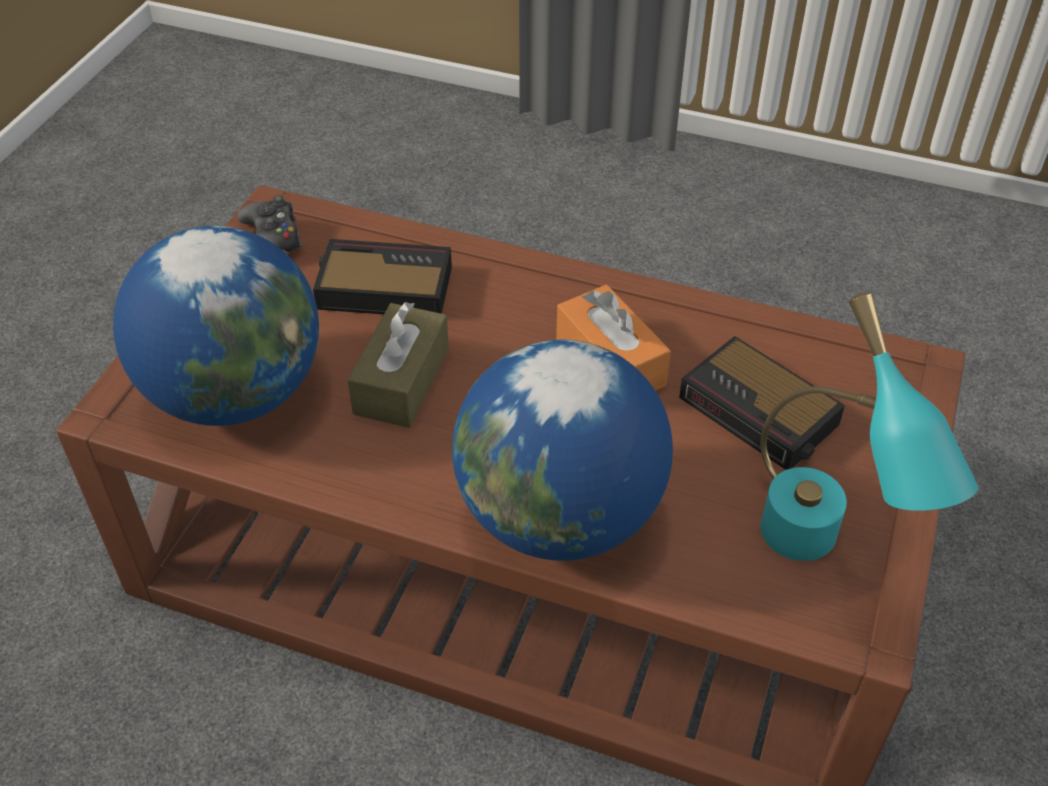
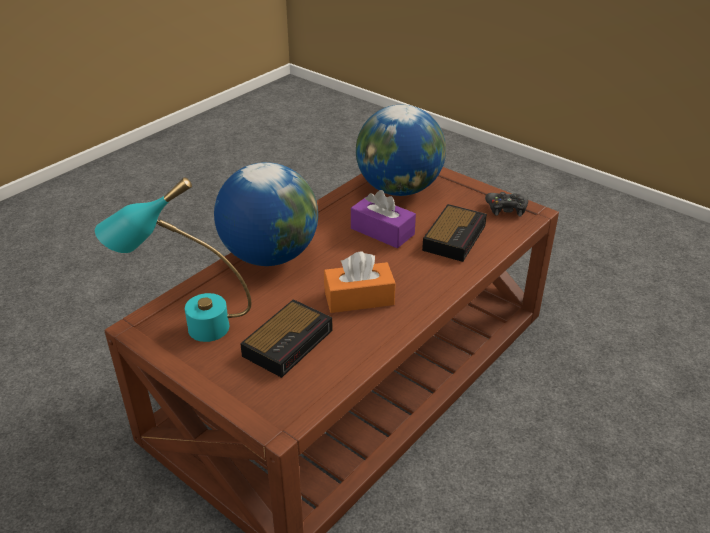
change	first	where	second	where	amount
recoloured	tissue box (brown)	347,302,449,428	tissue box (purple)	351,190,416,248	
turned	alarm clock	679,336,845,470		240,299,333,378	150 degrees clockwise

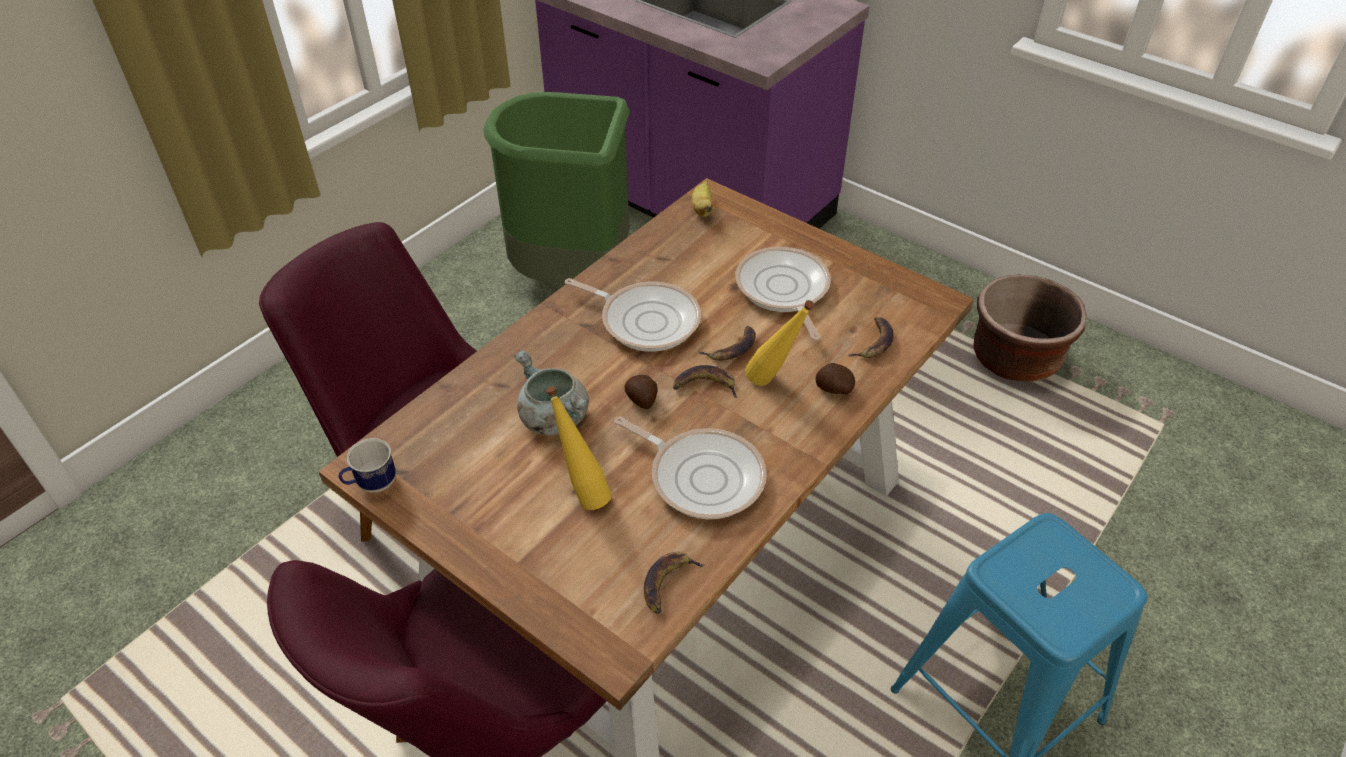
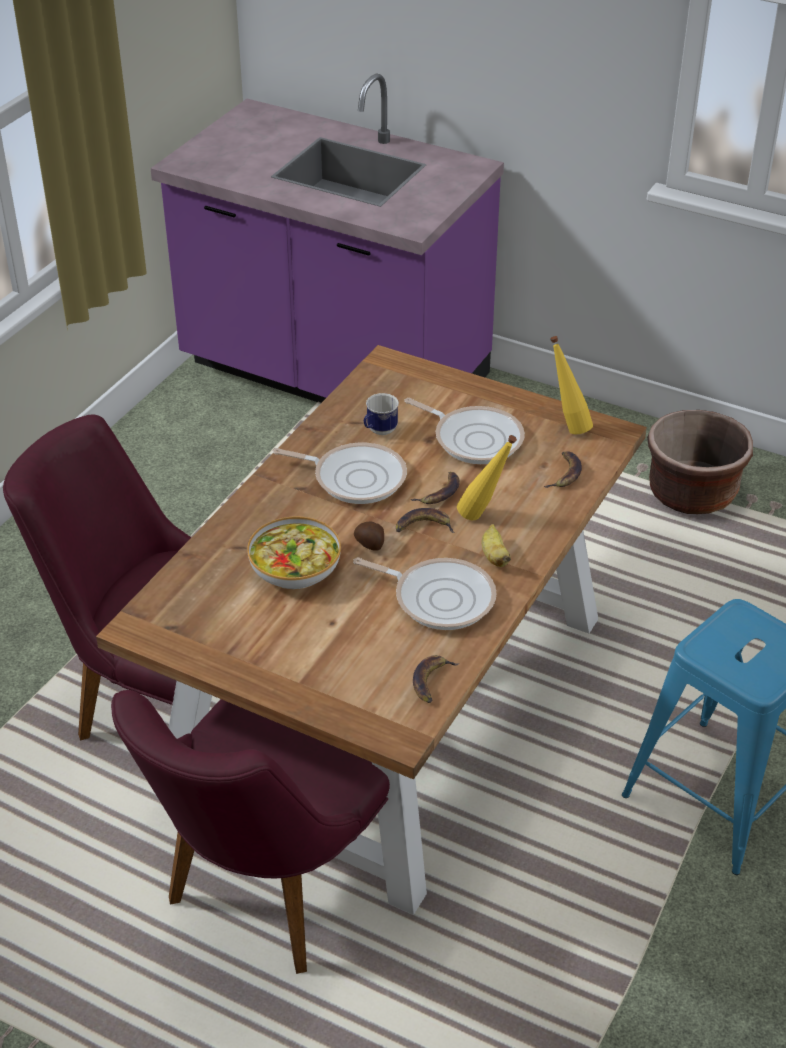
change	first	where	second	where	amount
moved	mug	339,438,396,493		364,393,399,435	
removed	trash can (green)	483,92,630,284			
replaced	cooking pot (grey)	514,350,589,435	bowl	247,516,341,590	
moved	bottle (yellow)	546,386,612,510		550,336,593,435	
moved	banana	692,181,713,217		482,524,511,567	
turned	frying pan	735,247,831,341		405,398,525,464	150 degrees clockwise
removed	potato	816,363,855,395			

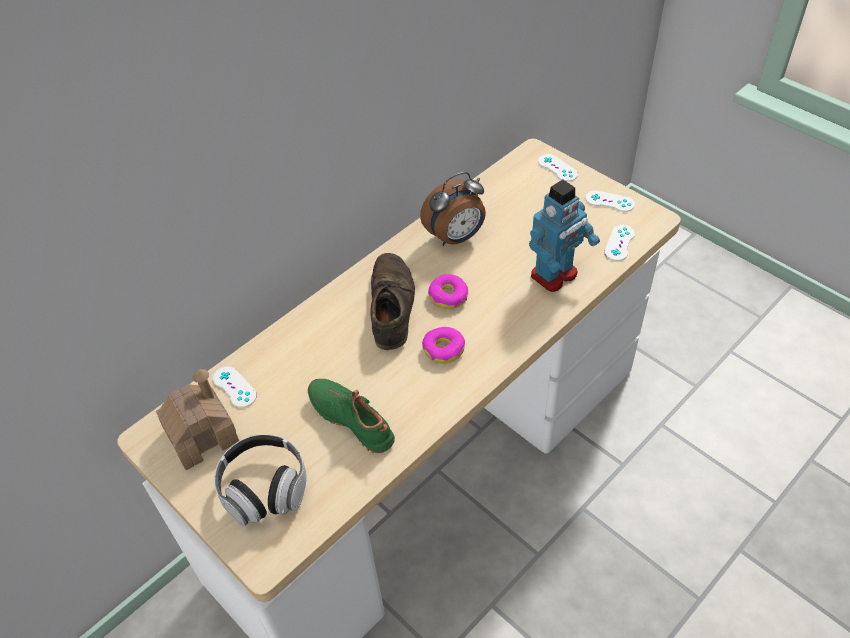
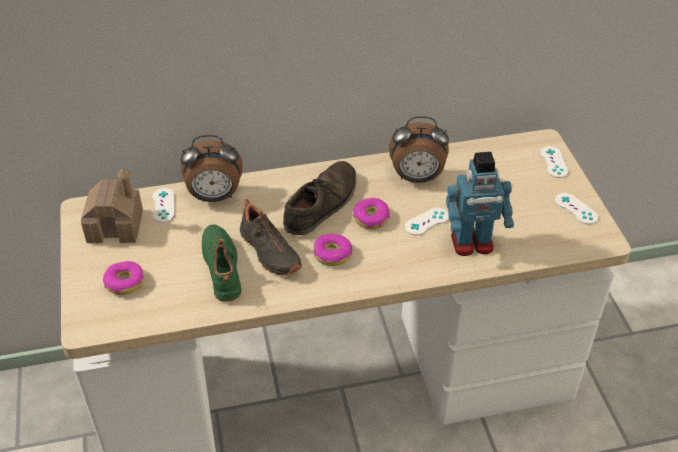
change	first	where	second	where	amount
replaced	headphones	214,434,306,526	donut	103,261,144,295	
moved	game controller (white)	604,225,635,261		405,208,449,235	
added			alarm clock	180,135,243,202	
added			shoe (black)	240,199,302,275	

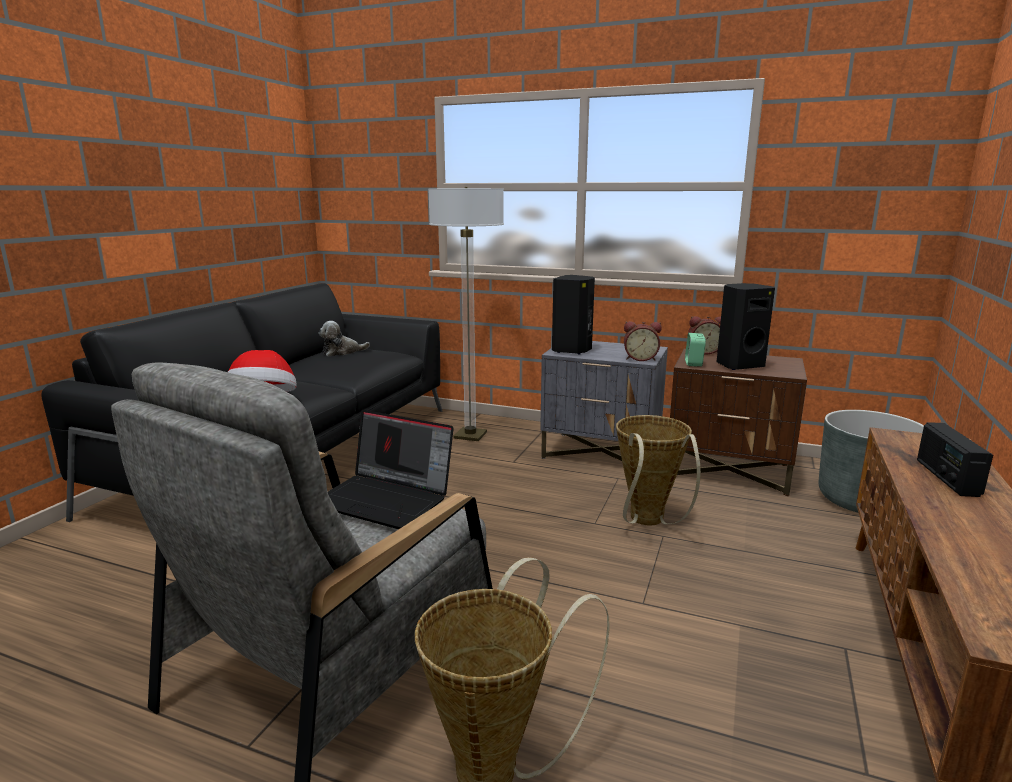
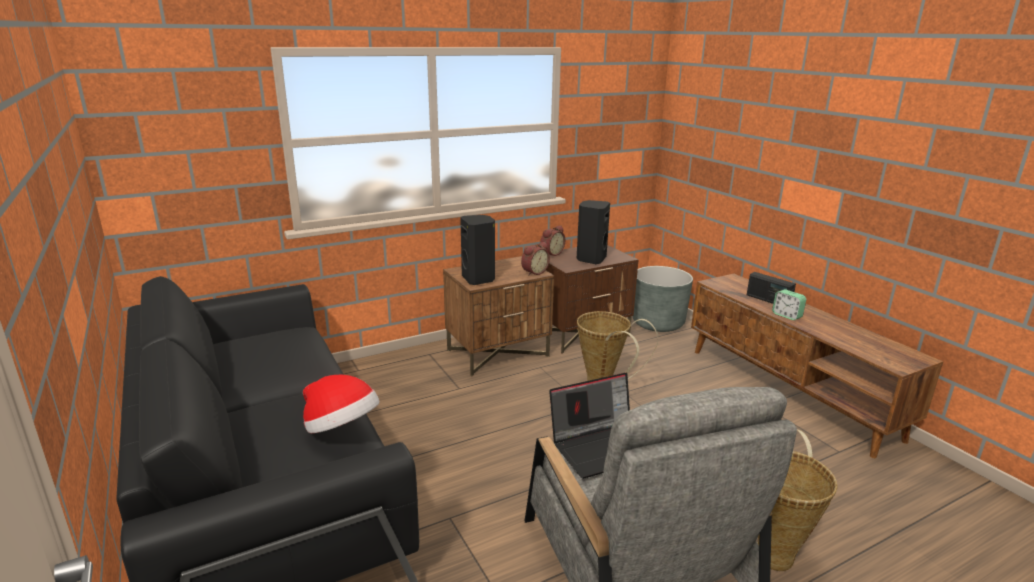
change	first	where	second	where	amount
removed	plush toy	318,321,370,356			
removed	floor lamp	428,187,504,441			
recoloured	nightstand (grey)	540,341,668,461	nightstand (brown)	443,256,554,376	
moved	alarm clock	685,333,706,367		772,289,806,320	

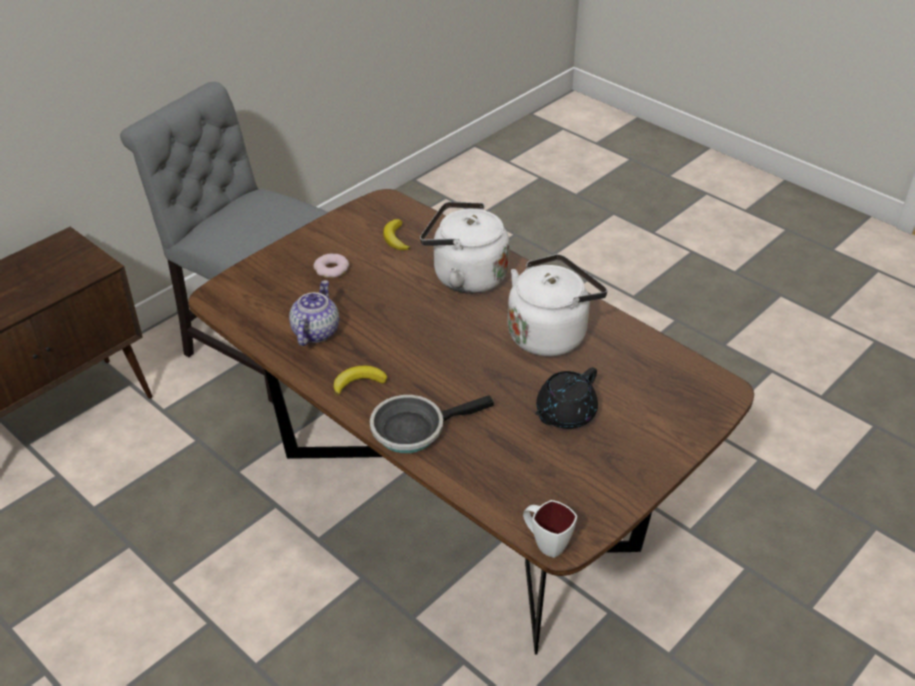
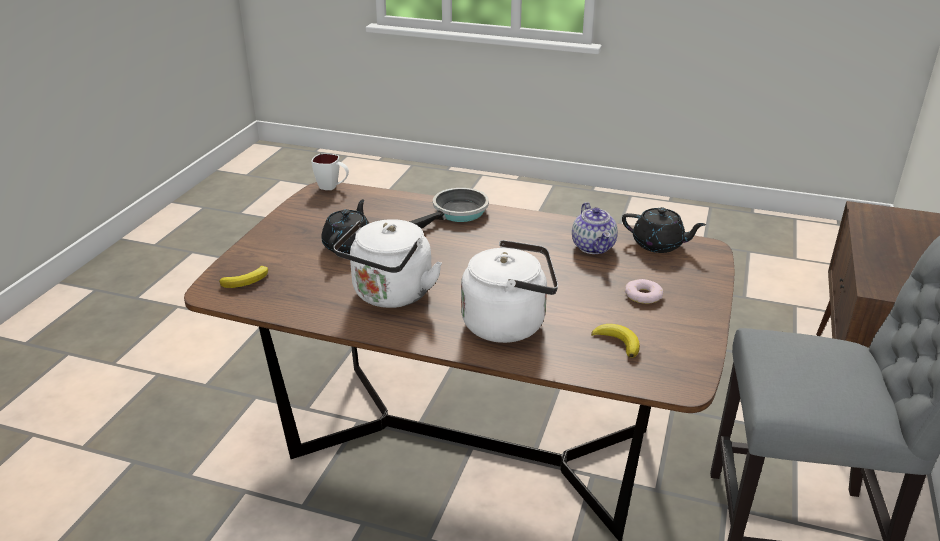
change	first	where	second	where	amount
moved	banana	334,366,388,396		219,266,268,288	
added			teapot (black)	622,207,707,253	

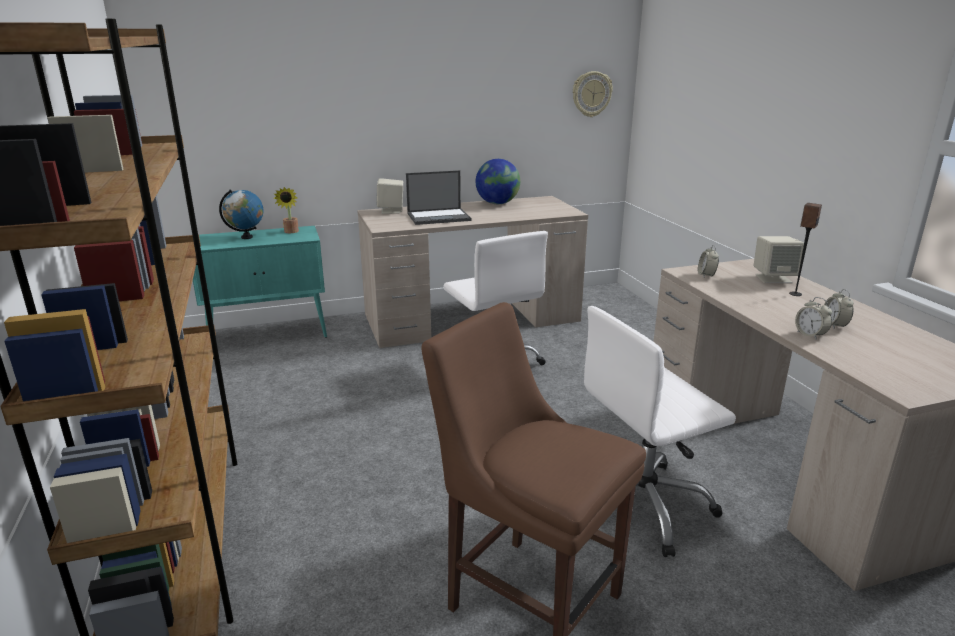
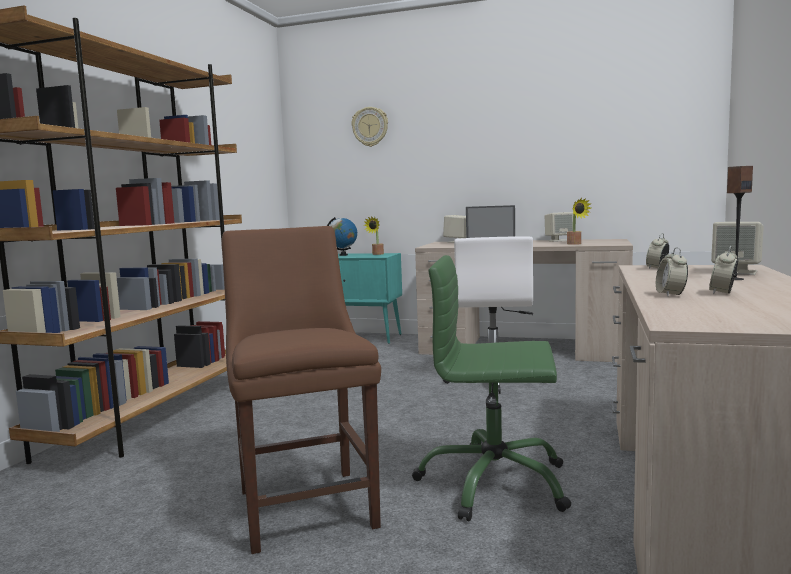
change	first	where	second	where	amount
replaced	globe	476,159,520,204	speaker (beige)	545,212,573,242	
moved	wall clock	573,71,613,117		351,107,388,147	
recoloured	office chair (white)	584,306,736,557	office chair (green)	412,255,571,521	
added			potted plant	567,198,591,245	

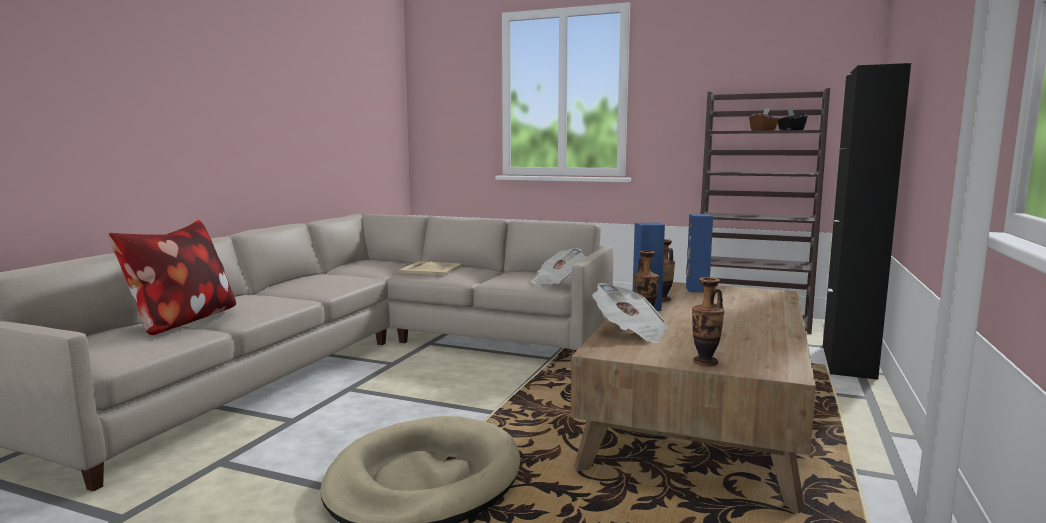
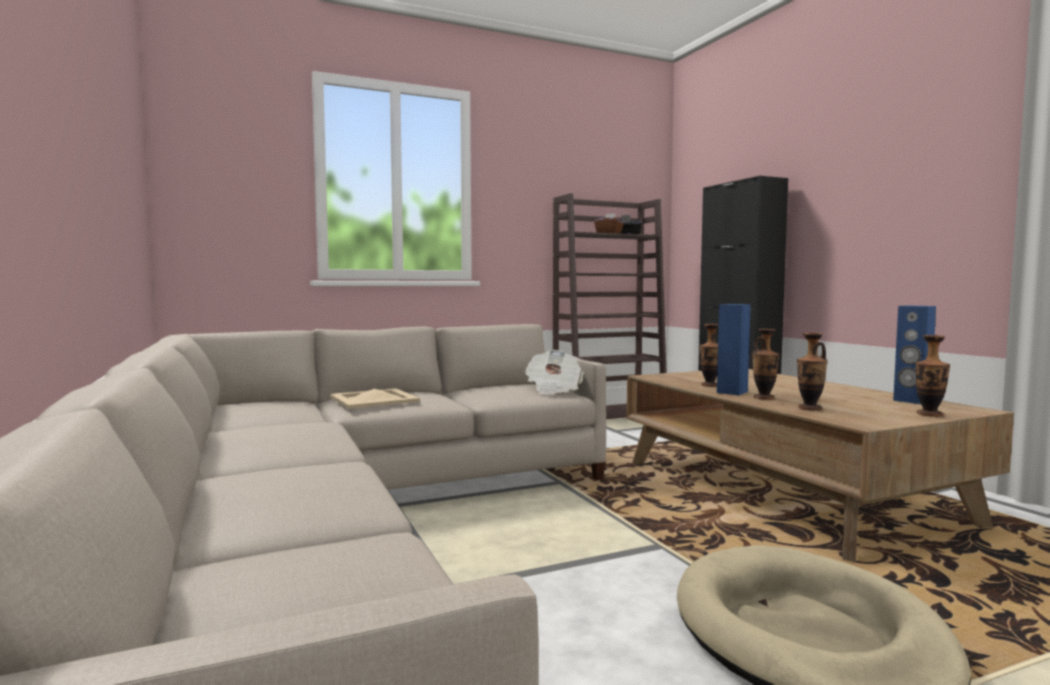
change	first	where	second	where	amount
removed	pillow	109,220,236,335			
replaced	newspaper	593,283,670,343	vase	797,333,827,411	
moved	speaker (blue)	686,214,713,293		893,305,936,404	

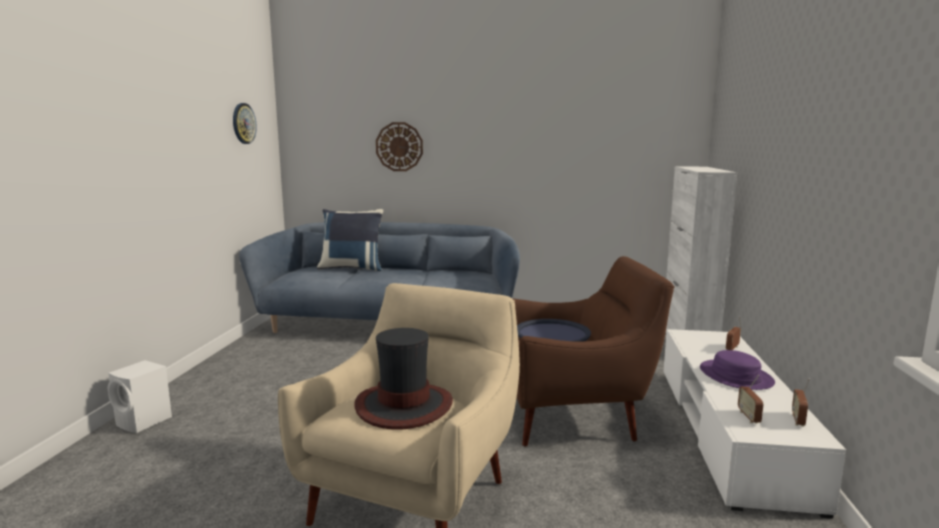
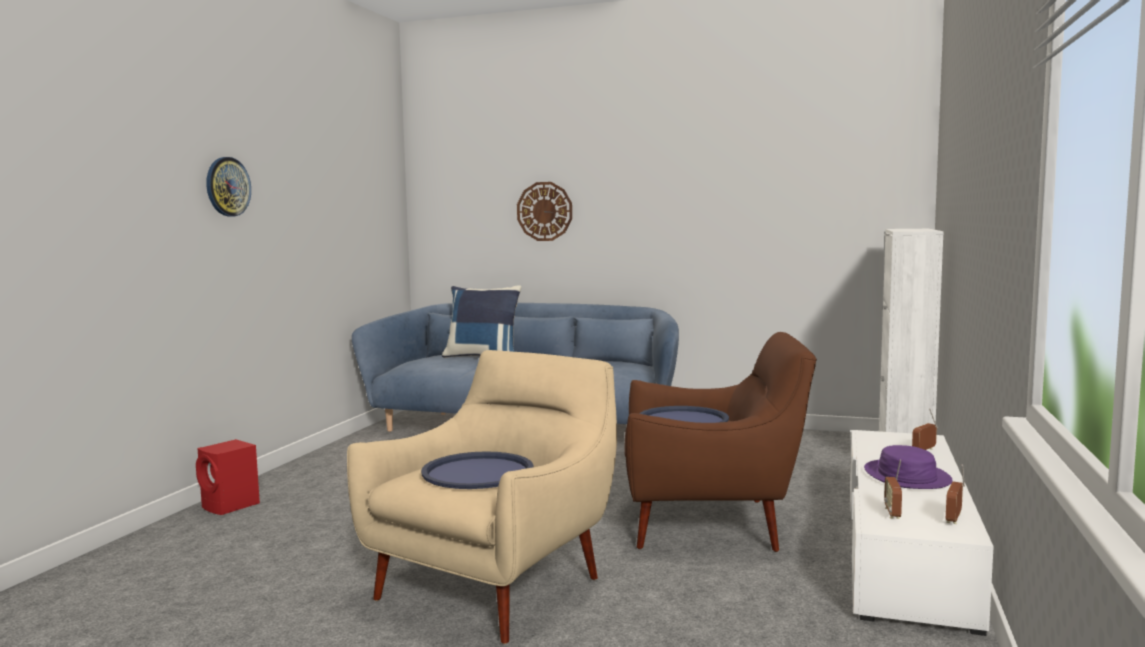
change	first	where	second	where	amount
recoloured	speaker (white)	108,360,172,433	speaker (red)	196,439,260,515	
moved	wall clock	233,103,257,144		206,157,251,216	
replaced	hat	354,328,453,429	tray (blue)	421,451,534,489	

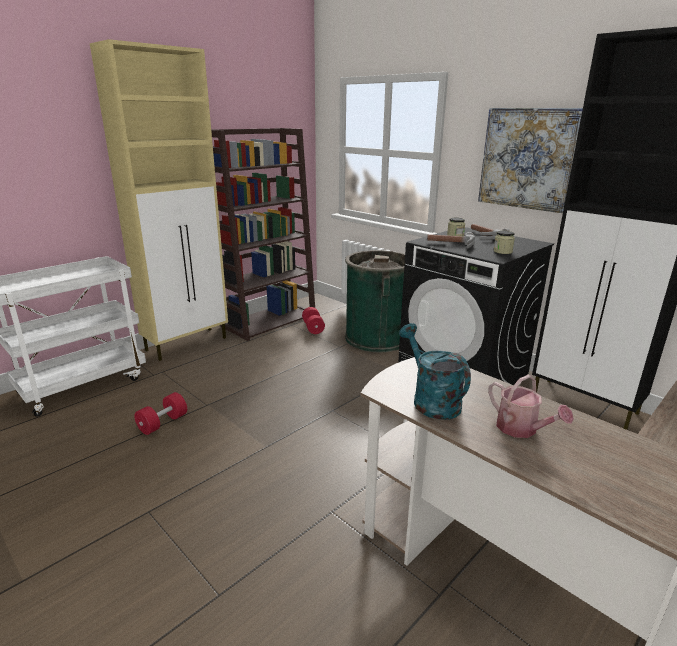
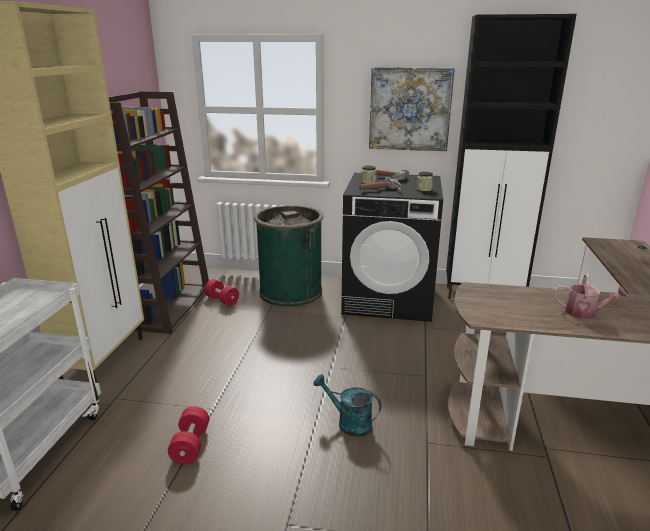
change	first	where	second	where	amount
moved	watering can (turquoise)	399,323,471,420		313,374,382,437	

